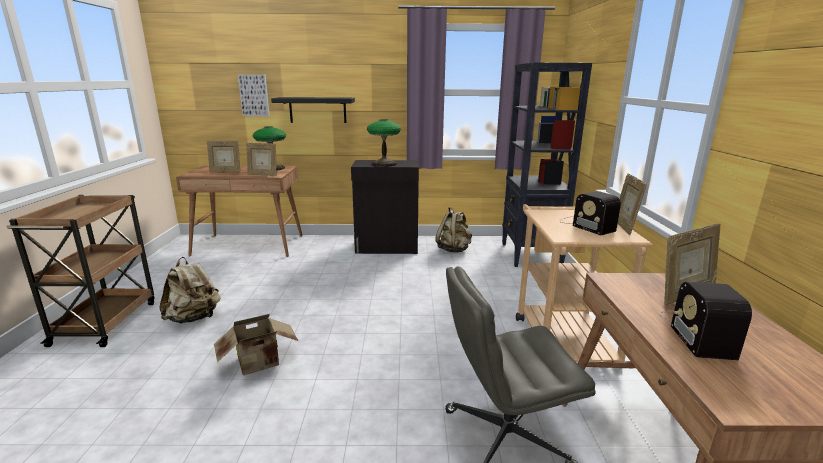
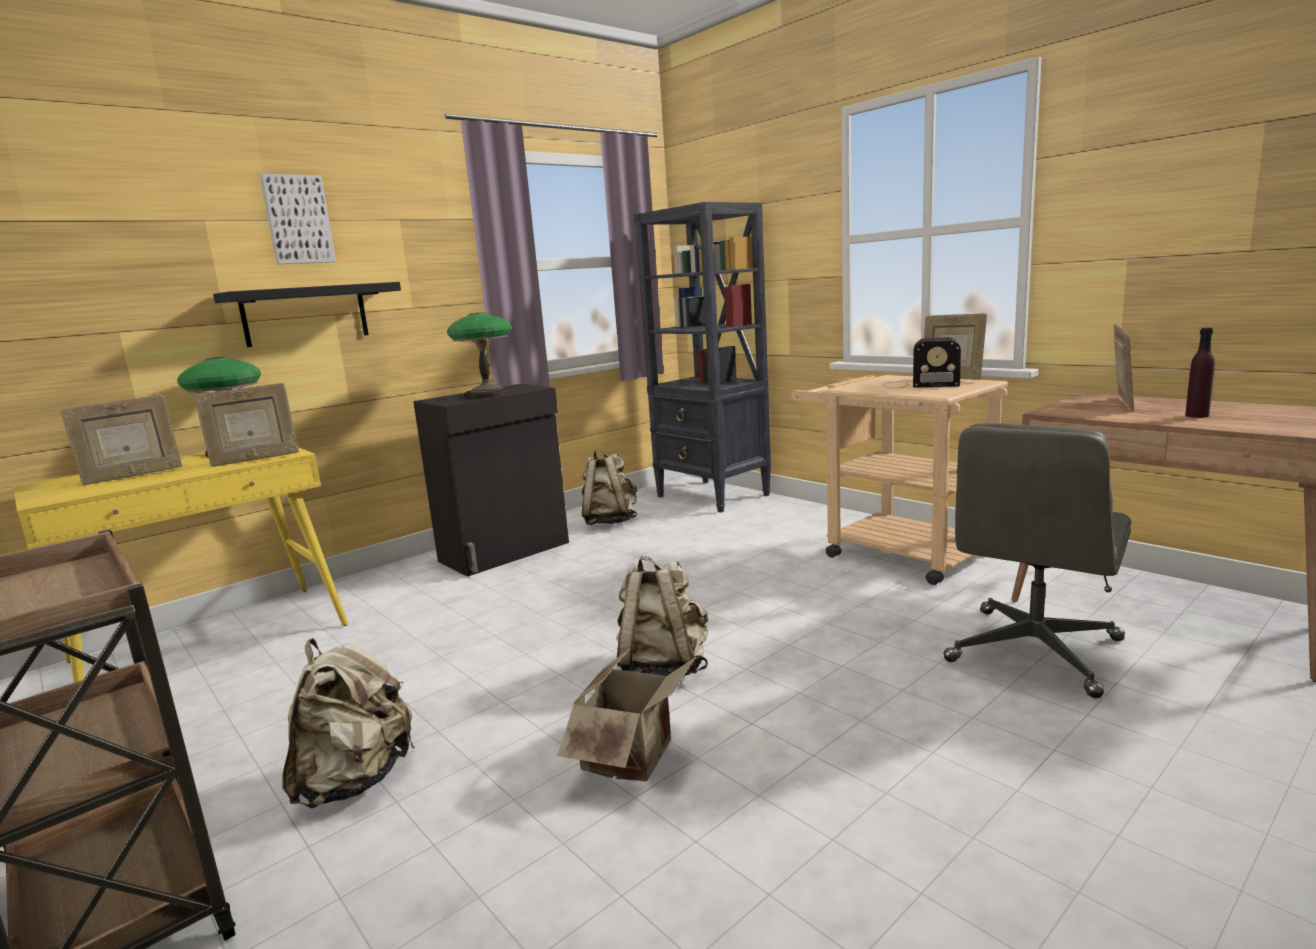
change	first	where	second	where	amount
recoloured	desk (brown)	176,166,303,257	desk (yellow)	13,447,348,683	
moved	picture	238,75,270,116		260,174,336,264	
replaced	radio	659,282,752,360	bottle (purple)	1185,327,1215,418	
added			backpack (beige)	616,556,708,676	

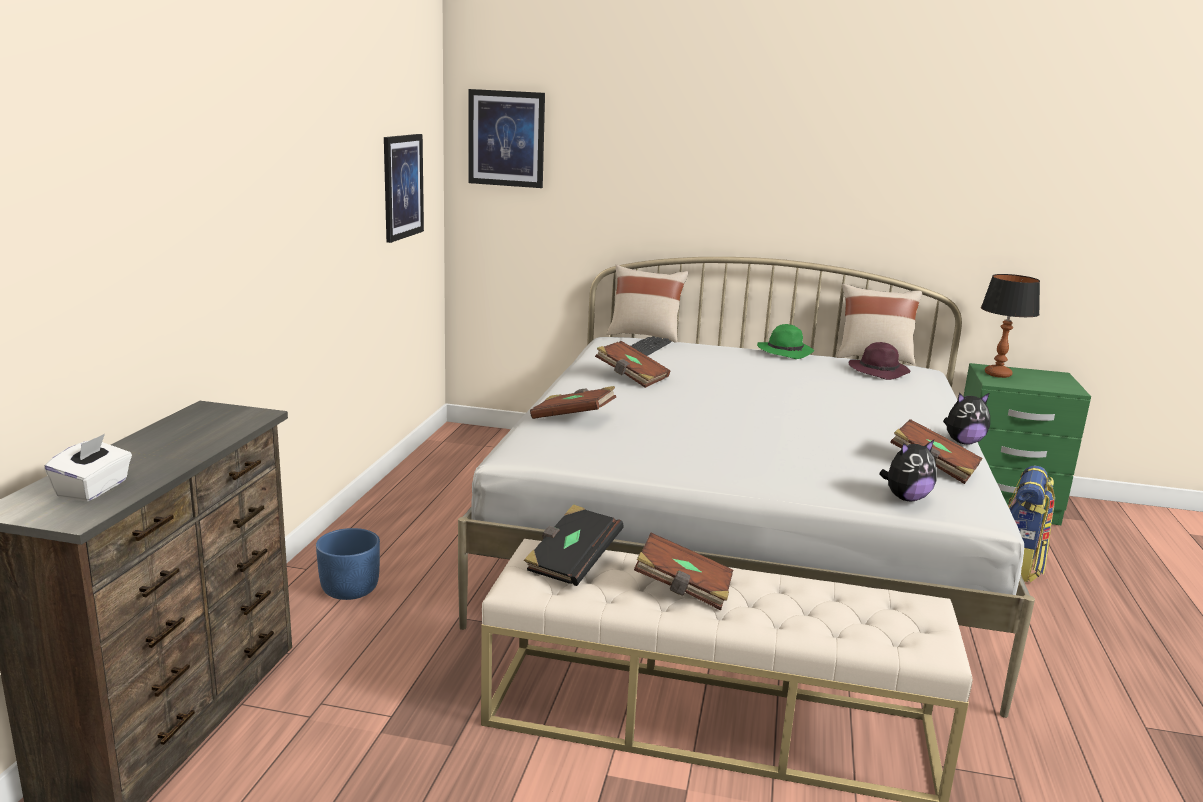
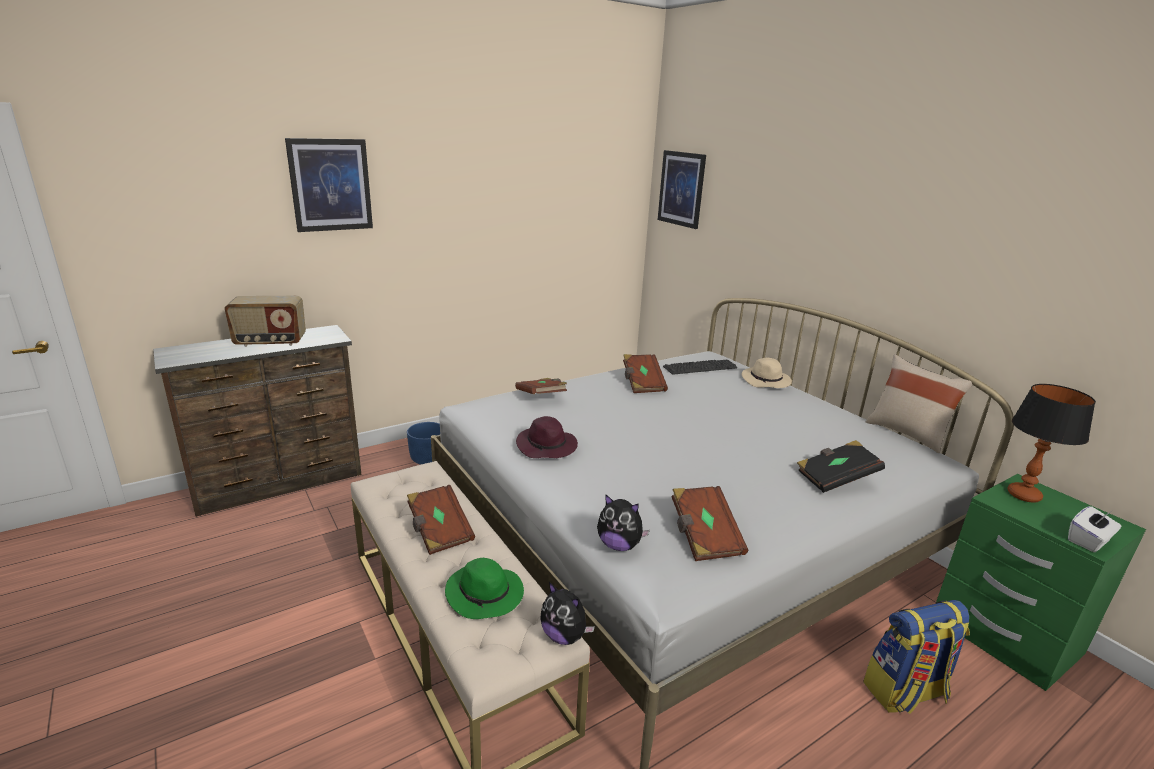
change	first	where	second	where	amount
moved	tissue box (white)	44,434,132,502		1068,506,1121,552	
moved	picture	384,134,424,243		285,138,373,232	
moved	book (black)	524,504,624,586		797,440,885,493	
removed	pillow (beige)	607,264,688,343			
moved	hat (green)	757,324,814,359		445,558,524,619	
moved	hat (purple)	848,342,910,380		516,416,578,458	
moved	plush toy	943,393,990,444		540,582,595,645	
added			radio	224,296,306,347	
added			hat (beige)	741,358,792,388	

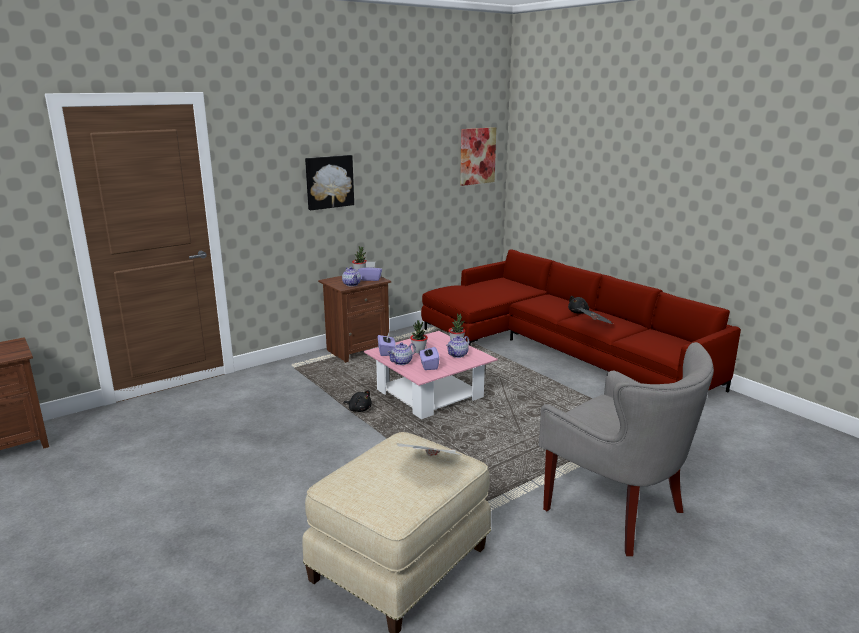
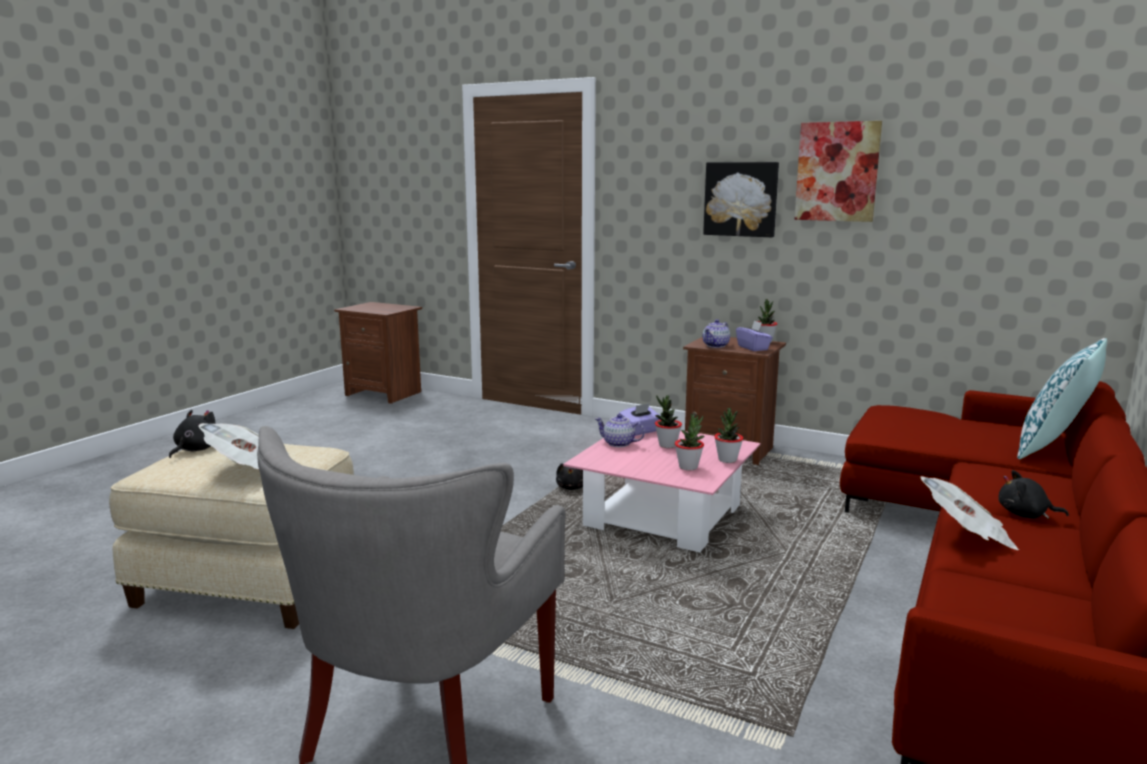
change	first	where	second	where	amount
removed	tissue box (purple)	419,346,439,370			
replaced	teapot	446,336,469,358	potted plant	675,414,704,470	
moved	picture	460,127,496,186		794,121,882,222	
added			plush toy (black)	169,410,216,458	
added			pillow	1017,338,1107,459	

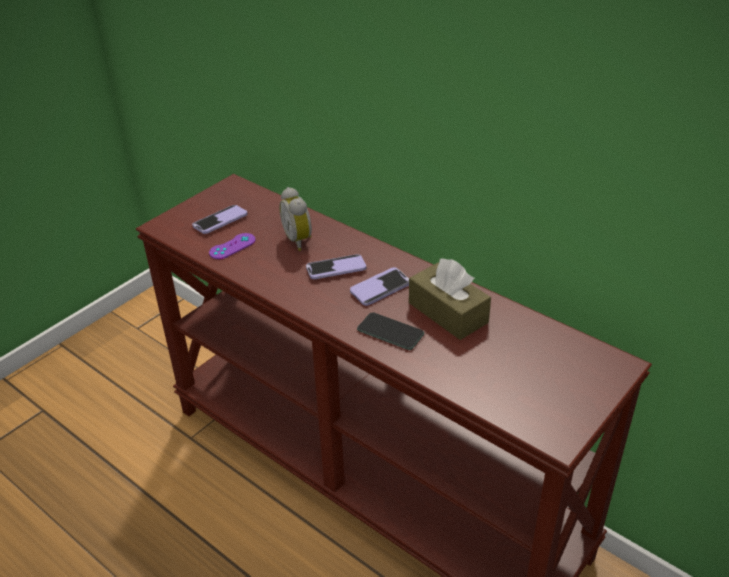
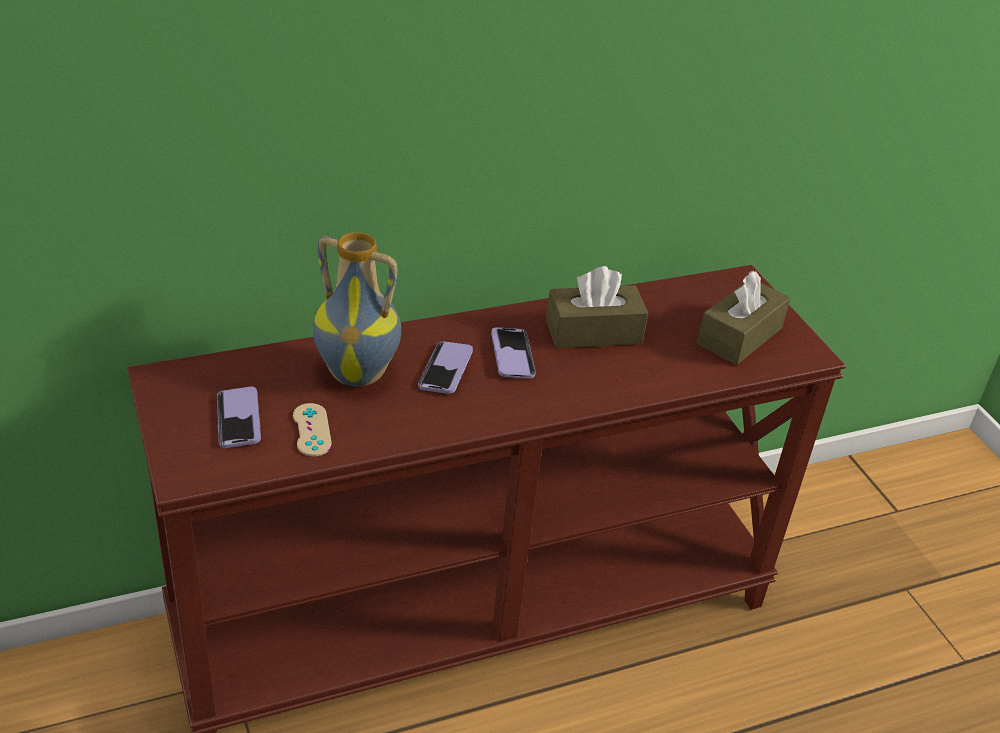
change	first	where	second	where	amount
recoloured	game controller (purple)	209,233,256,259	game controller (beige)	293,403,332,456	
replaced	alarm clock	279,187,312,251	vase	313,232,401,387	
removed	phone	357,312,424,350			
added			tissue box (brown)	697,271,791,365	

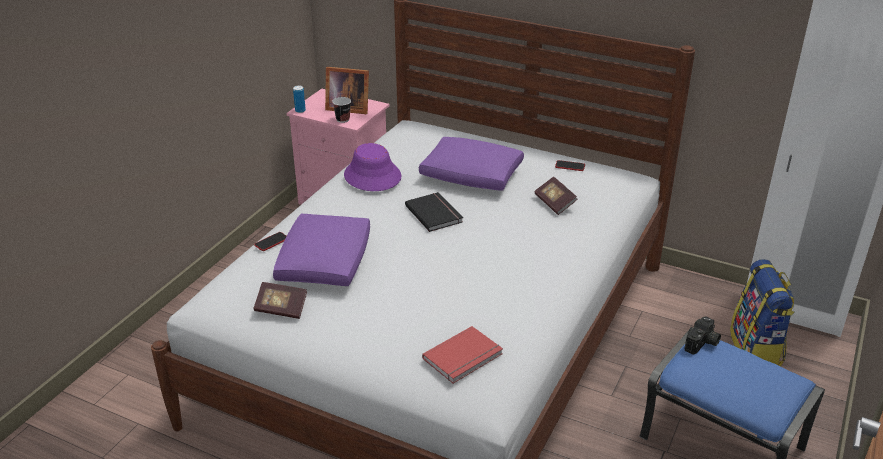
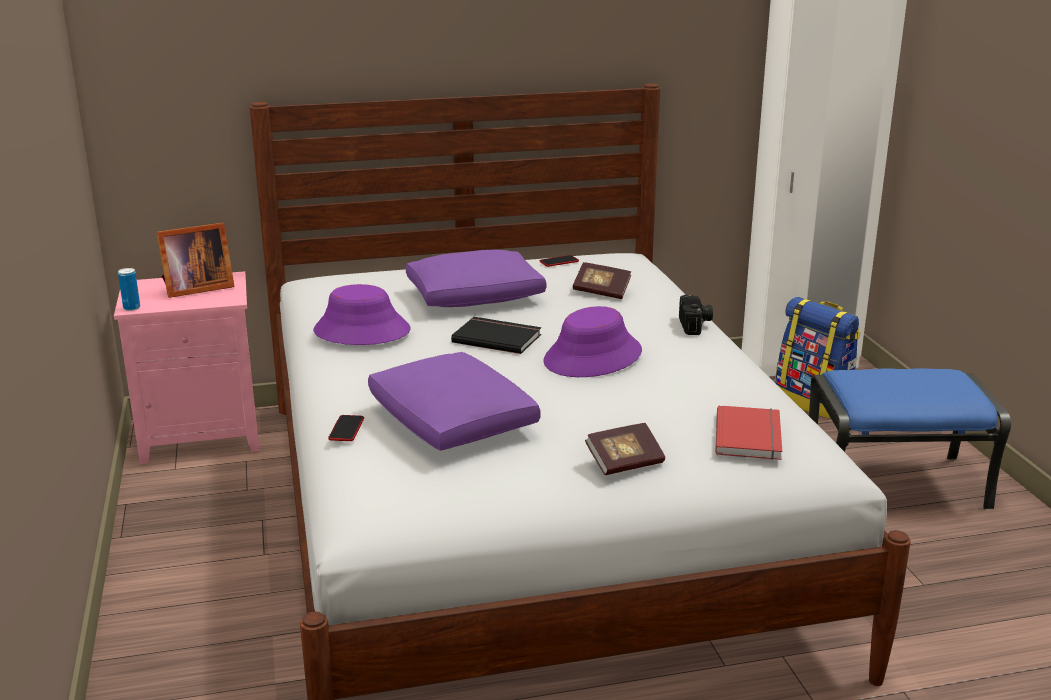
change	first	where	second	where	amount
moved	book	253,282,307,319		585,423,665,475	
removed	cup	332,97,351,123			
moved	photo camera	685,316,721,355		679,295,713,335	
added			hat (purple)	543,306,642,377	

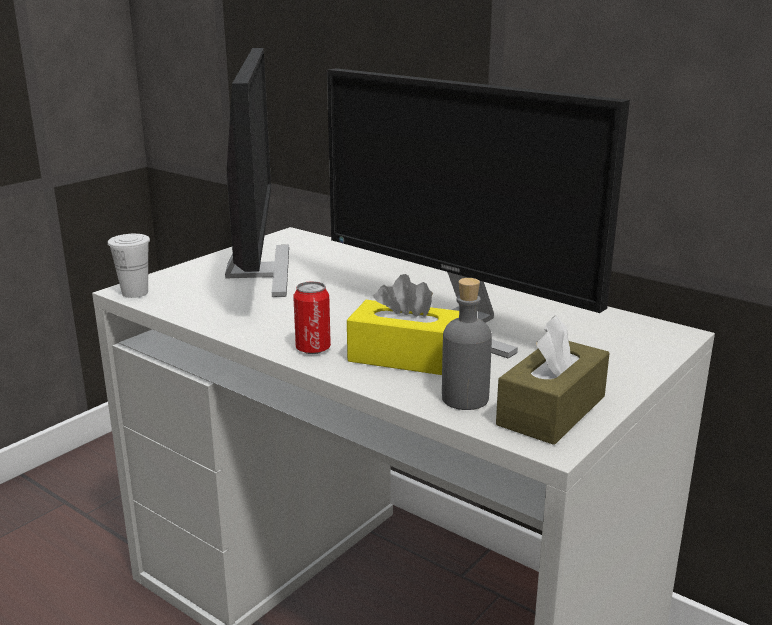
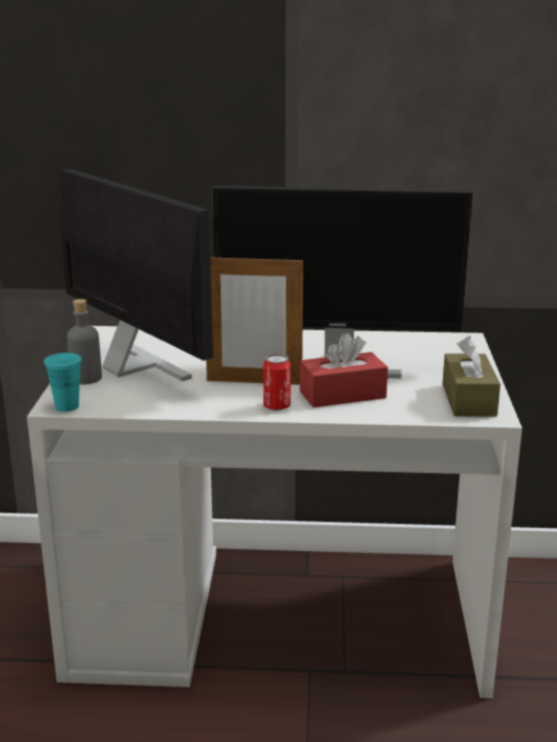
change	first	where	second	where	amount
recoloured	cup (white)	108,234,150,298	cup (turquoise)	44,353,82,412	
recoloured	tissue box (yellow)	347,274,459,375	tissue box (red)	300,333,388,408	
moved	bottle (grey)	442,278,492,410		67,299,102,384	
added			picture frame	206,253,303,385	

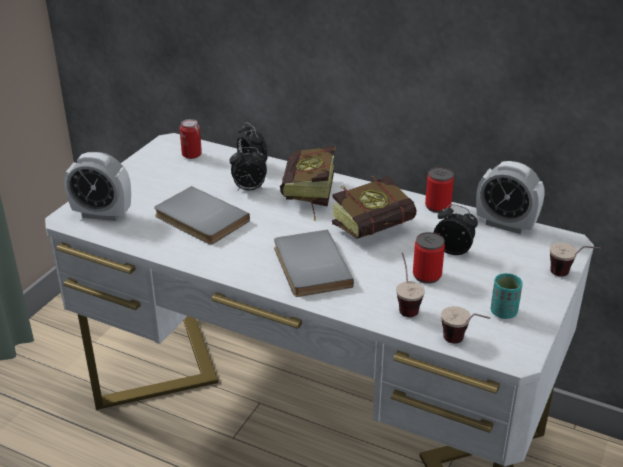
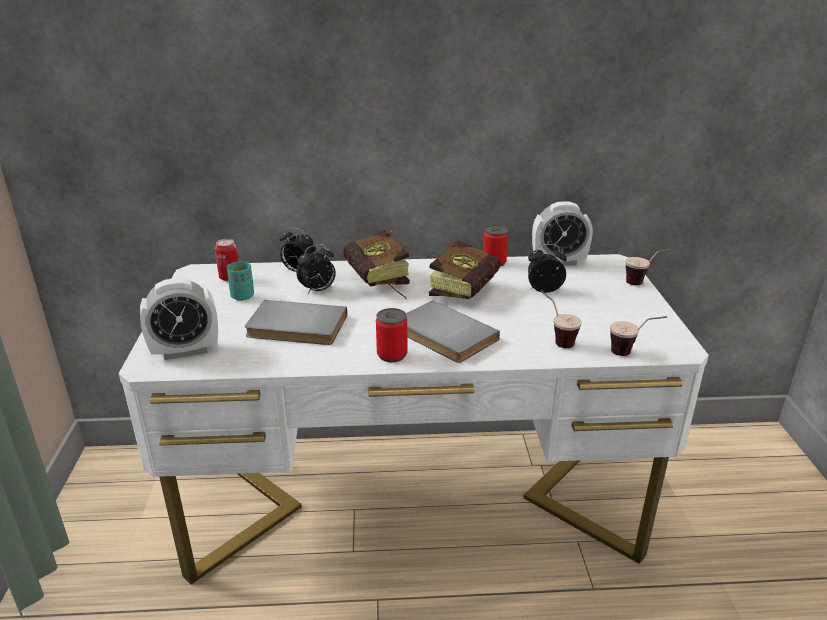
change	first	where	second	where	amount
moved	can	413,232,445,284		376,308,407,362	
moved	cup (turquoise)	491,273,523,319		227,261,254,301	

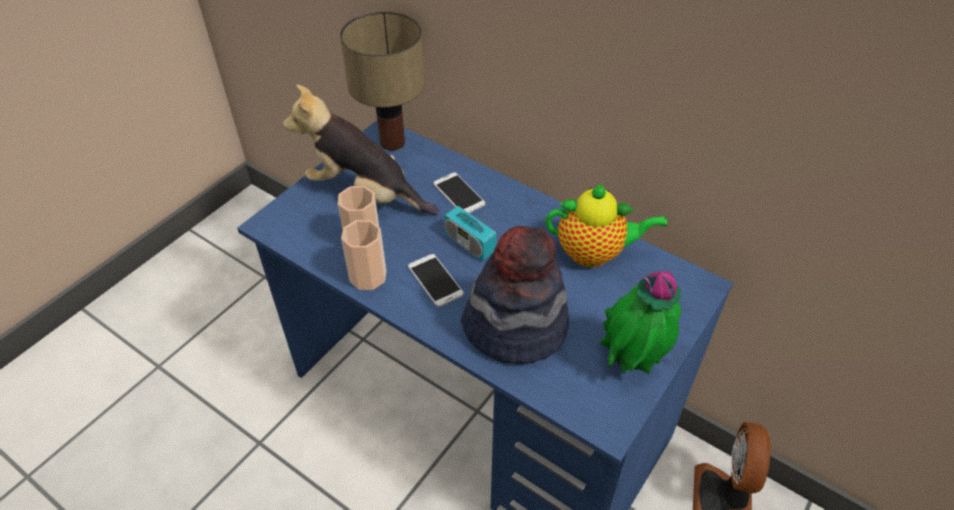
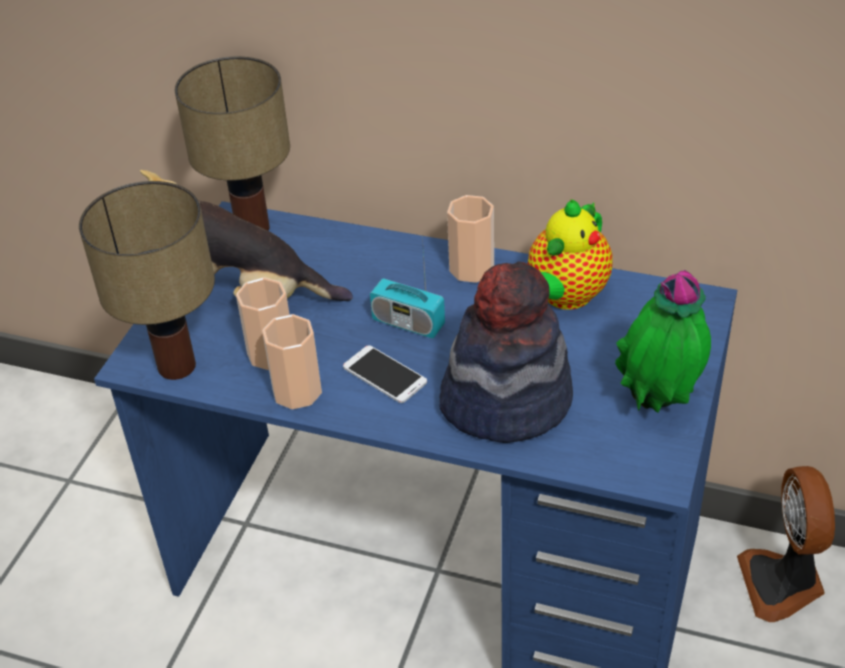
change	first	where	second	where	amount
removed	phone	433,173,485,213			
turned	teapot	546,184,668,267		528,199,613,310	135 degrees clockwise
added			table lamp	79,181,215,380	
added			cup	447,195,494,283	

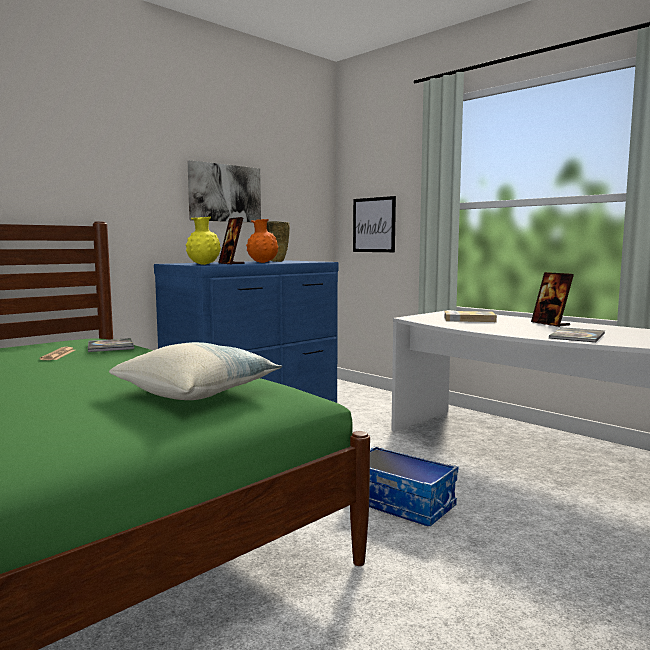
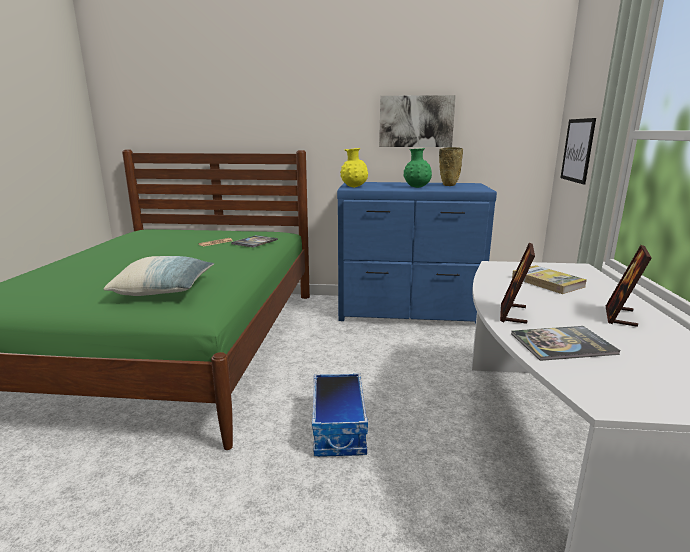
change	first	where	second	where	amount
moved	picture frame	218,217,245,264		500,243,535,324	
recoloured	vase (orange)	246,219,278,263	vase (green)	403,148,432,188	

